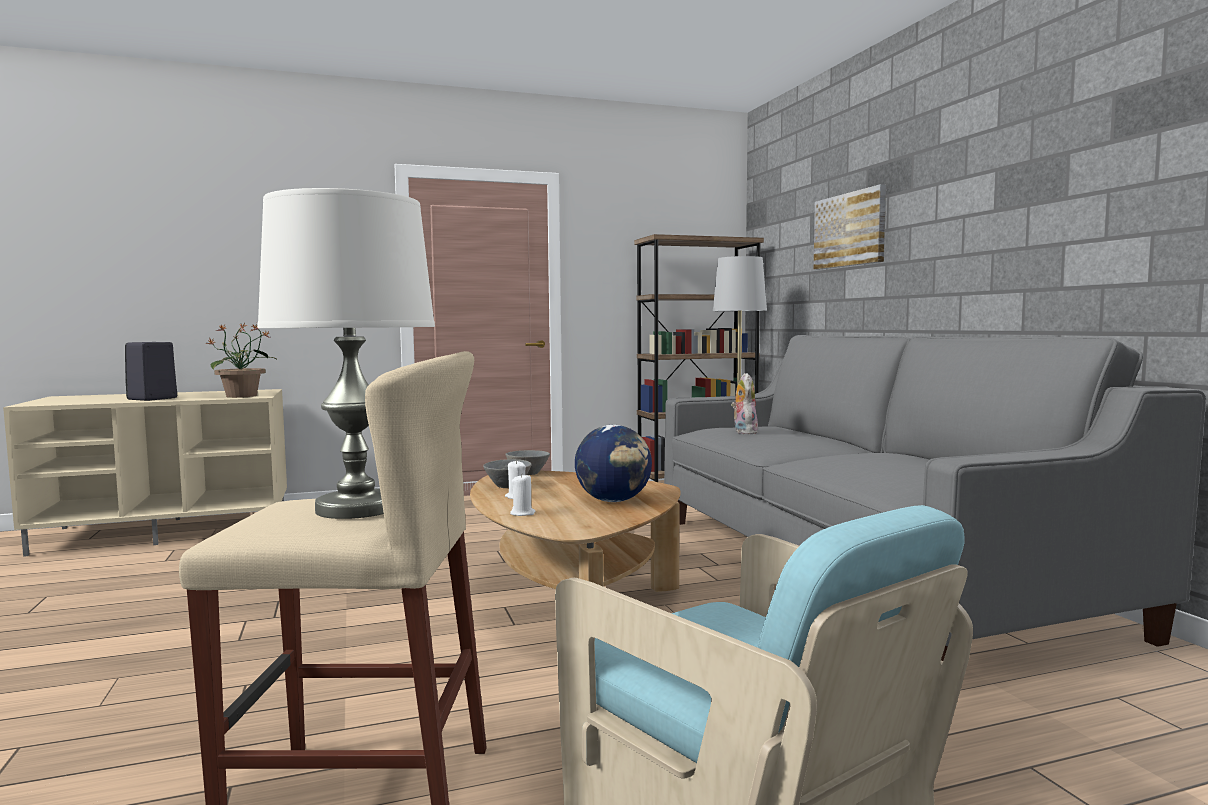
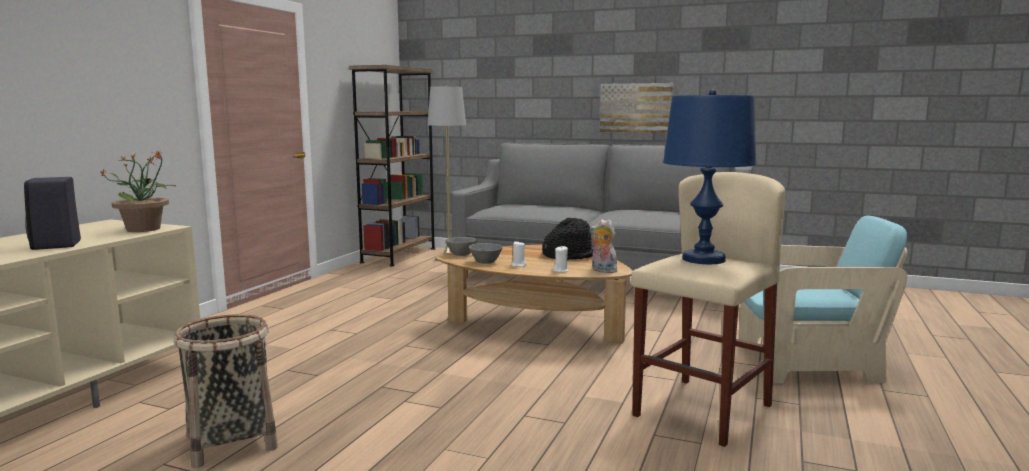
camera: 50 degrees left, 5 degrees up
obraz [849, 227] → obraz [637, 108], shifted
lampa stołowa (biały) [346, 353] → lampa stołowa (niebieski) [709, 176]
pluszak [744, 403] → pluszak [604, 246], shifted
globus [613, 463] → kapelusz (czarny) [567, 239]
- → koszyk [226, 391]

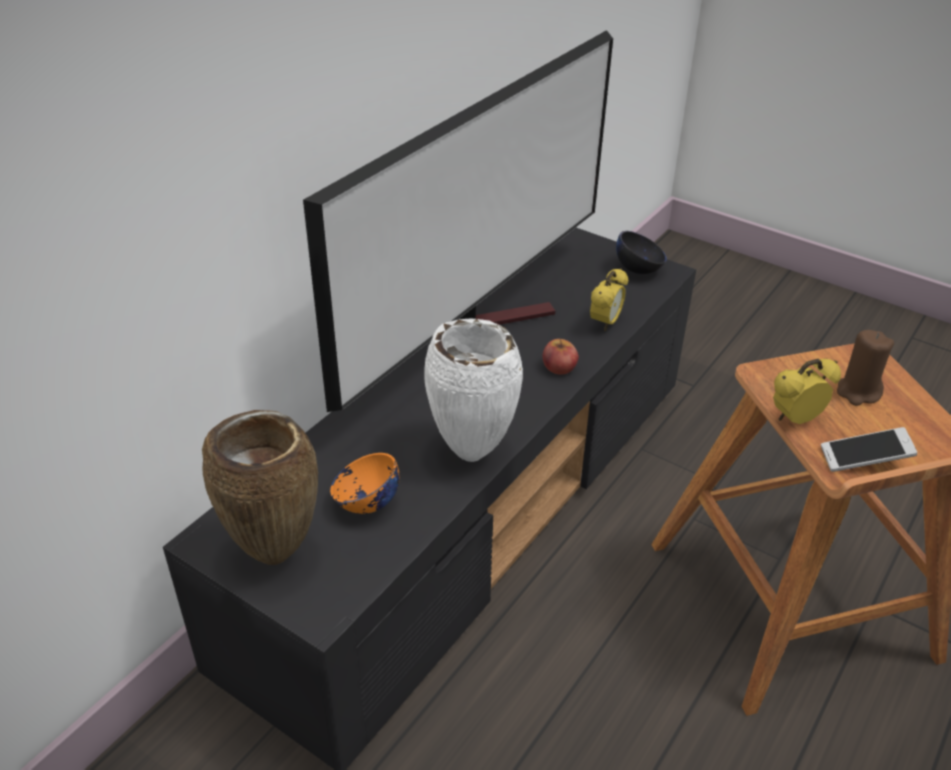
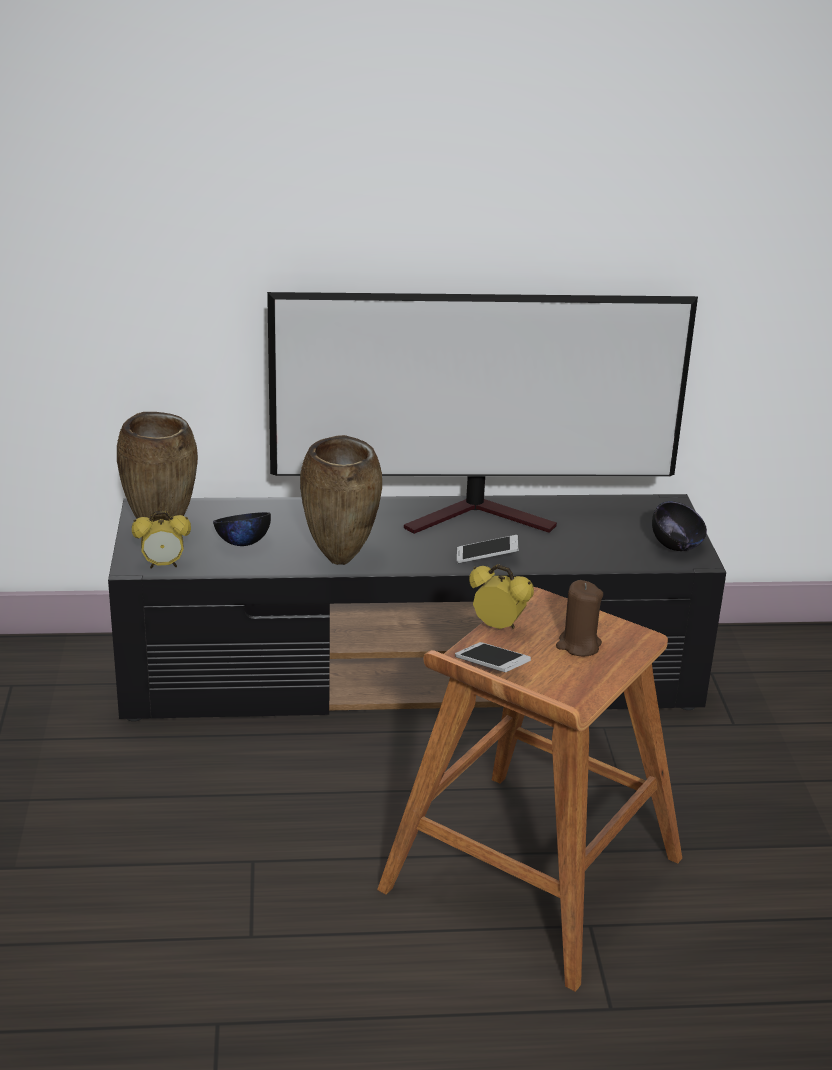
camera: 50 degrees right, 10 degrees down
budzik [609, 299] → budzik [161, 539], shifted
wazon (biały) [473, 390] → wazon (brązowy) [341, 500]
jabłko [560, 356] → telefon [488, 549]
miska (pomarańczowy) [364, 483] → miska (czarny) [242, 529]

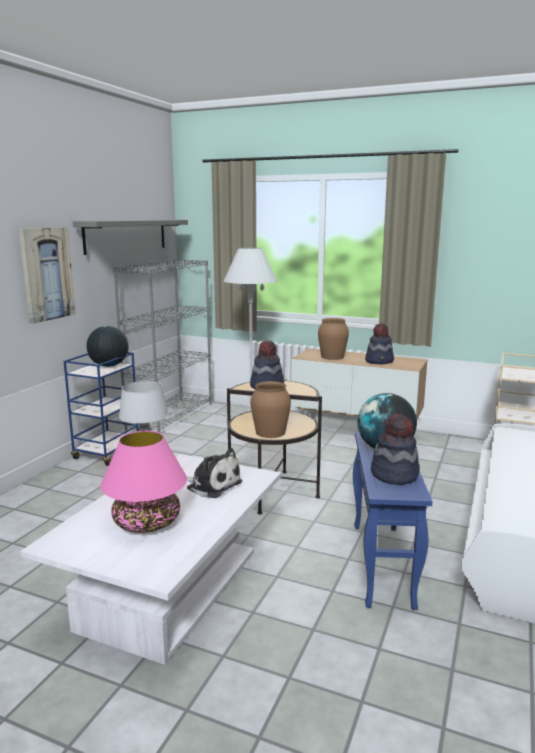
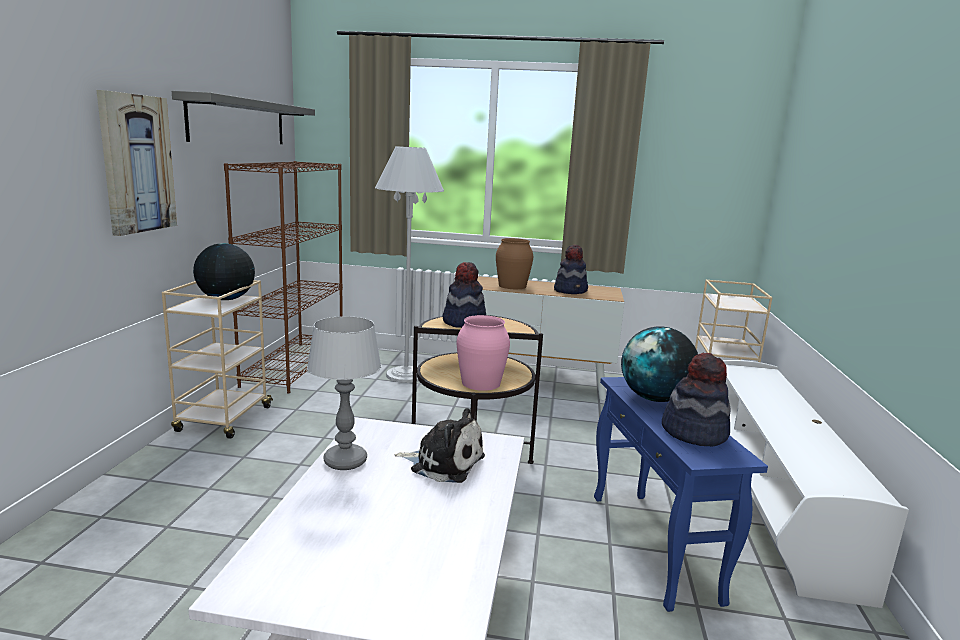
camera: 15 degrees left, 0 degrees up
regał (szary) [162, 346] → regał (brązowy) [283, 277]
wózek (niebieski) [101, 409] → wózek (beżowy) [217, 359]
wazon (brązowy) [271, 409] → wazon (różowy) [483, 353]
lampa stołowa (różowy) [143, 482] → -

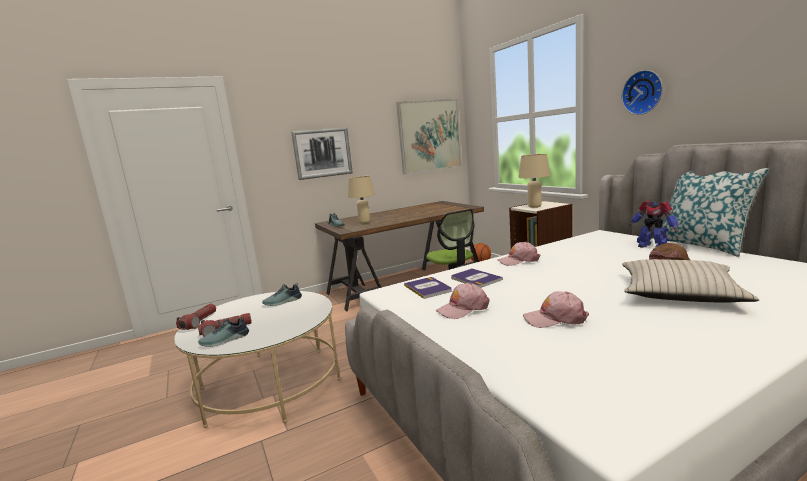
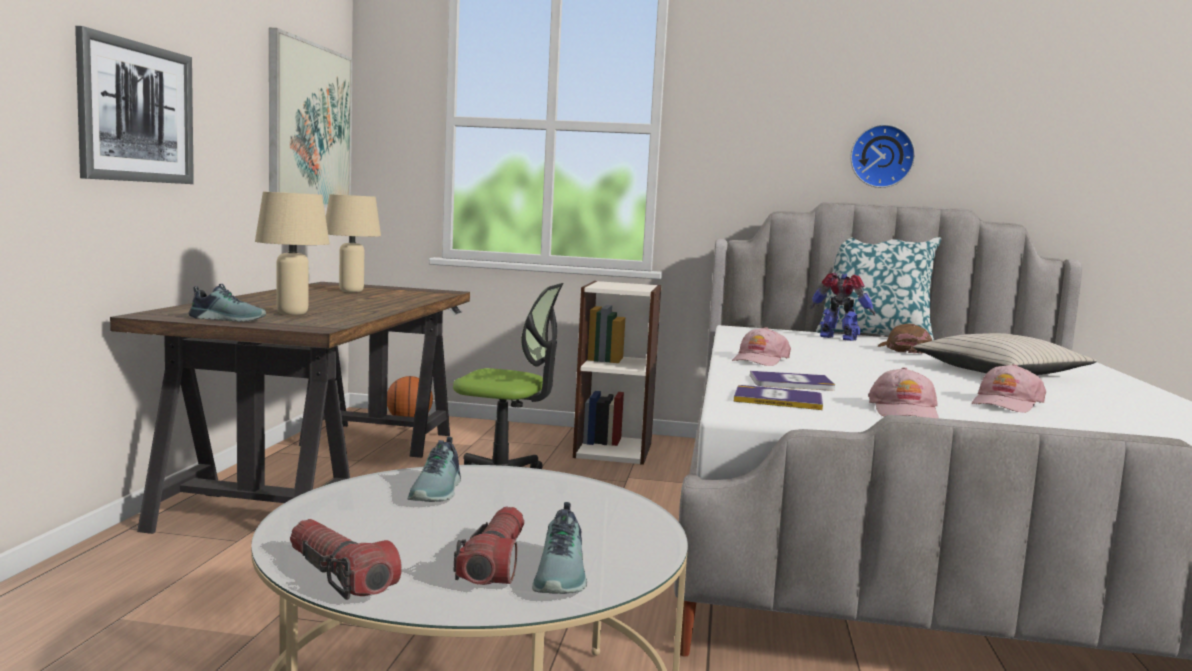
camera: 55 degrees left, 5 degrees down
zegar ścienny [642, 92] → zegar ścienny [882, 156], shifted
lampa stołowa (beżowy) [534, 181] → lampa stołowa (beżowy) [353, 243], shifted
robot zabawkowy [653, 224] → robot zabawkowy [842, 306], 150 degrees counterclockwise

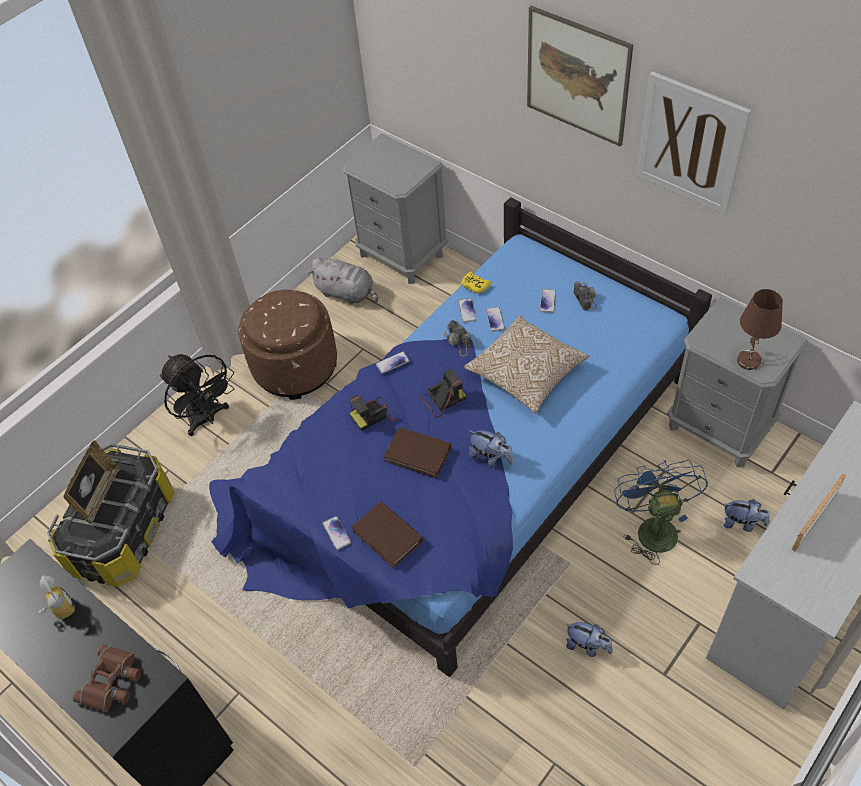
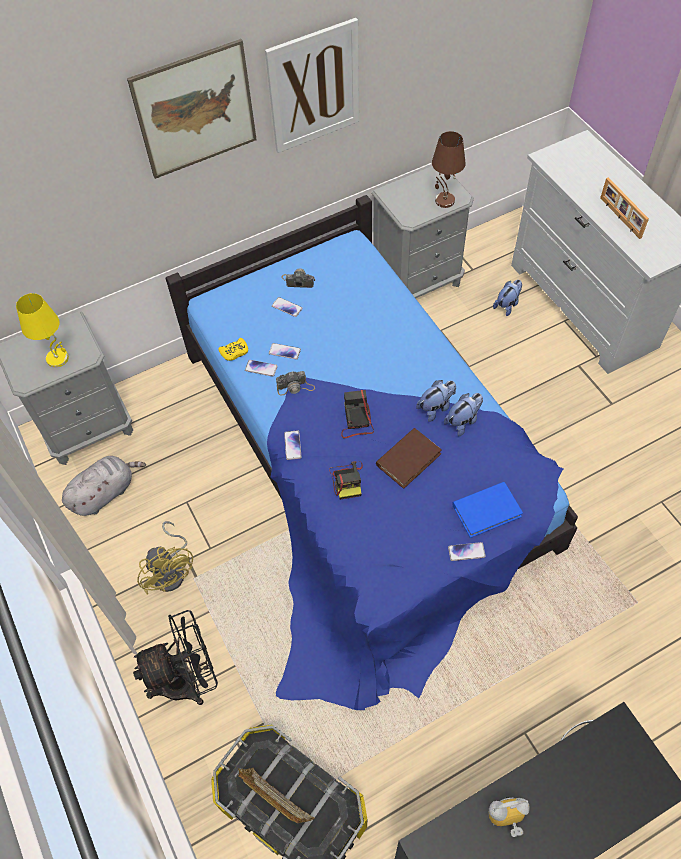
camera: 70 degrees left, 5 degrees up
pufa (brązowy) [287, 344] → wentylator (żółty) [165, 558]
poduszka [526, 364] → -
wentylator (niebieski) [661, 512] → -
książka (brązowy) [387, 534] → książka (niebieski) [487, 510]
pluszak [589, 639] → pluszak [463, 414], shifted
lornetka (brązowy) [107, 678] → -
- → lampa stołowa (żółty) [42, 330]

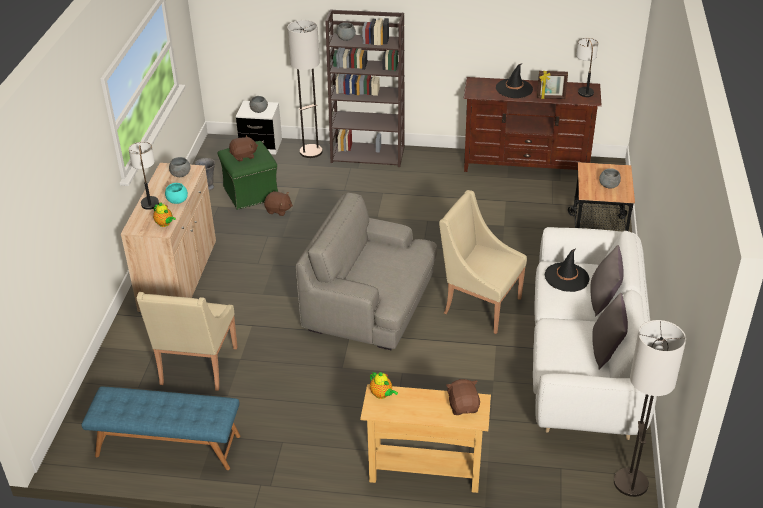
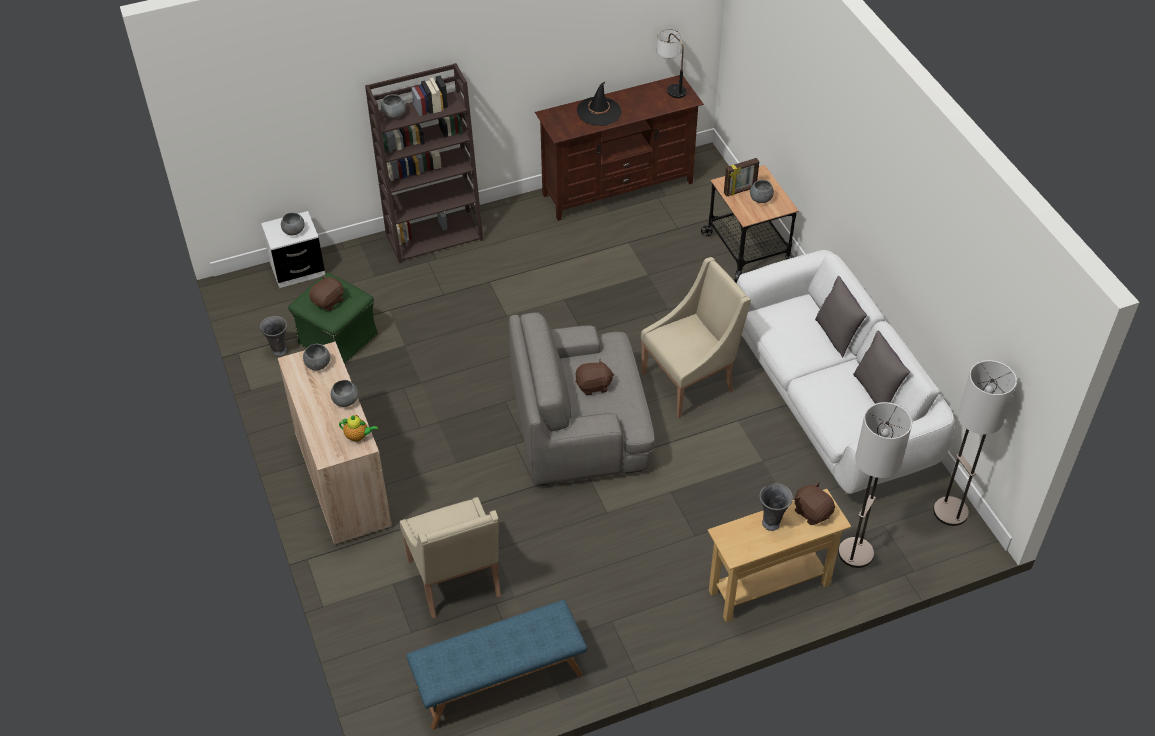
camera: 30 degrees left, 10 degrees up
lampa stojąca [305, 89] → lampa stojąca [875, 485], shifted
ramka na zdjęcie [552, 85] → ramka na zdjęcie [741, 177], shifted
lampa stołowa [144, 176] → -
miska (turkusowy) [176, 193] → miska (szary) [345, 393]
fotel (beżowy) [483, 262] → fotel (beżowy) [696, 337], 150 degrees clockwise
pluszak (brązowy) [278, 203] → pluszak (brązowy) [594, 377], shifted
kapelusz (czarny) [567, 270] → -
imbryk [384, 385] → -
- → wazon (szary) [776, 507]

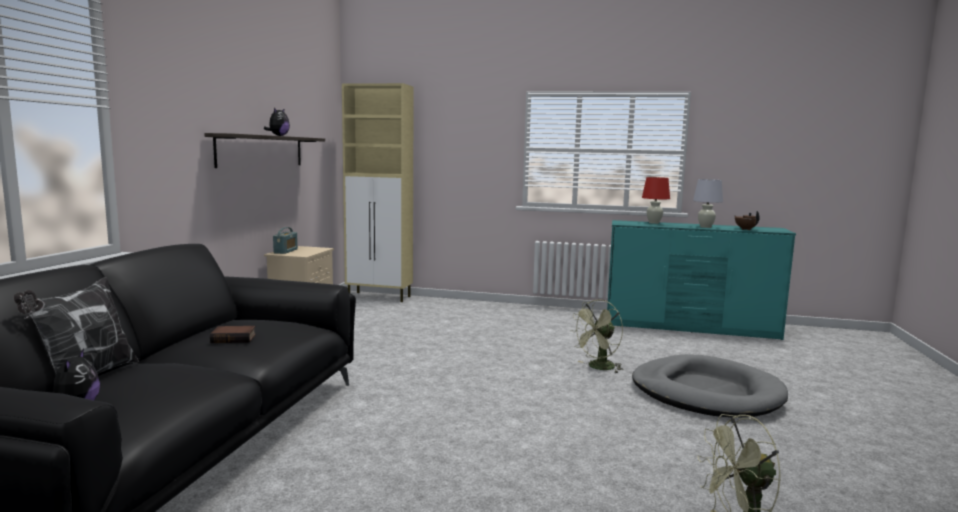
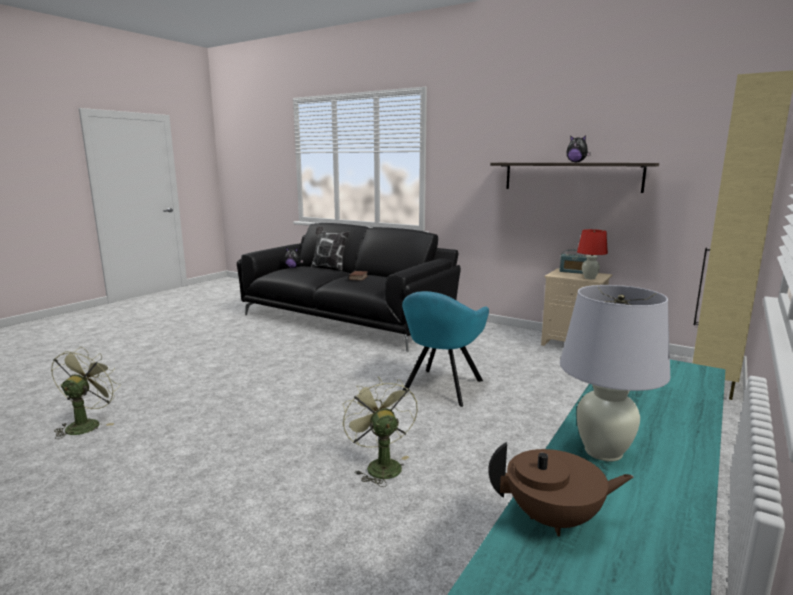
camera: 110 degrees right, 5 degrees up
lampa stołowa (czerwony) [656, 200] → lampa stołowa (czerwony) [592, 254], shifted
legowisko (szary) [710, 386] → -
- → fotel (turkusowy) [445, 349]

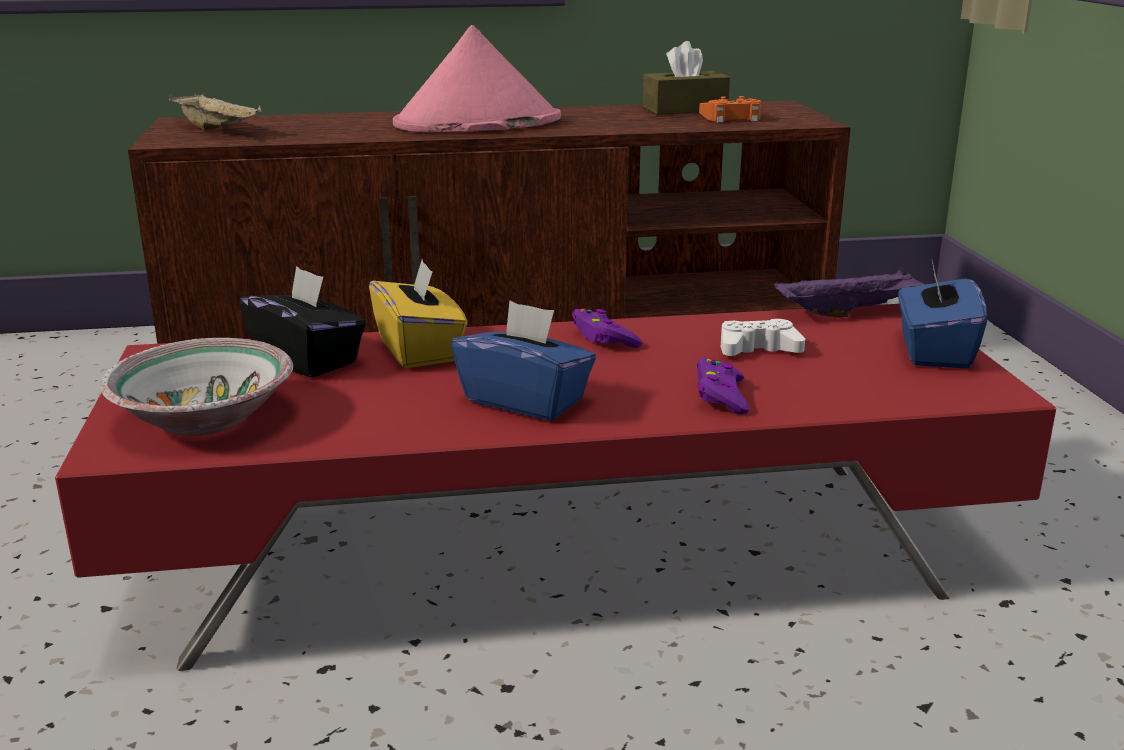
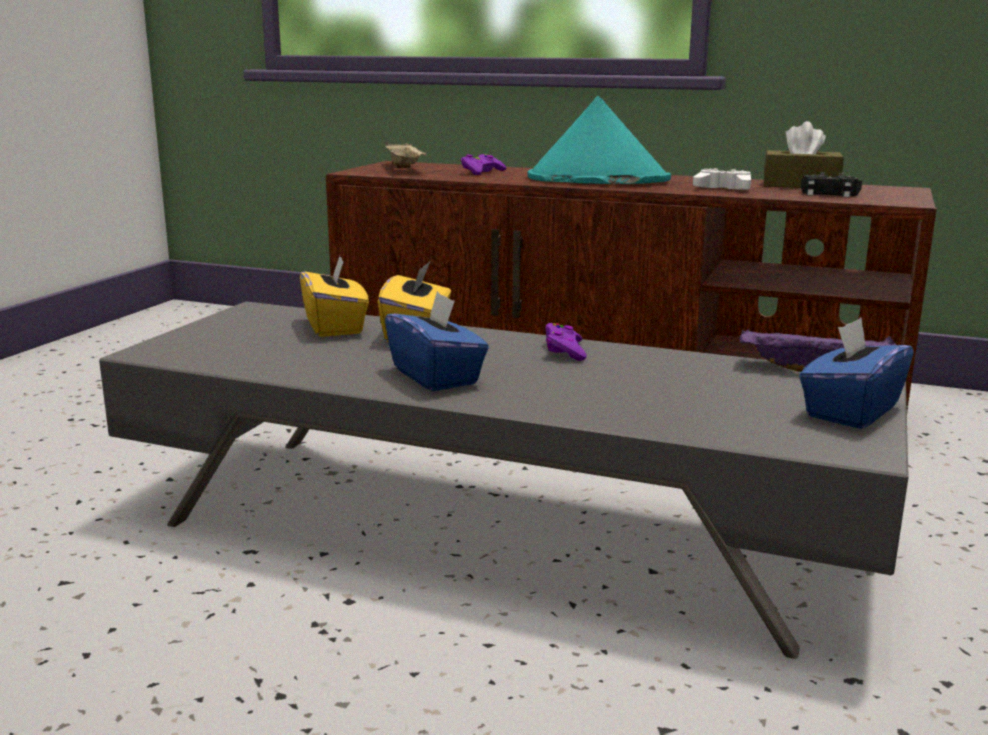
camera: 30 degrees right, 5 degrees down
kapelusz (różowy) [477, 79] → kapelusz (turkusowy) [599, 140]
pad do gier (pomarańczowy) [730, 109] → pad do gier (czarny) [831, 185]
pudełko chusteczek (czarny) [302, 322] → pudełko chusteczek (żółty) [334, 296]
ława (czerwony) [555, 487] → ława (szary) [504, 480]
pad do gier (biały) [763, 337] → pad do gier (biały) [722, 179], shifted
miska [196, 387] → -
pad do gier (fioletowy) [723, 385] → pad do gier (fioletowy) [484, 164], shifted

